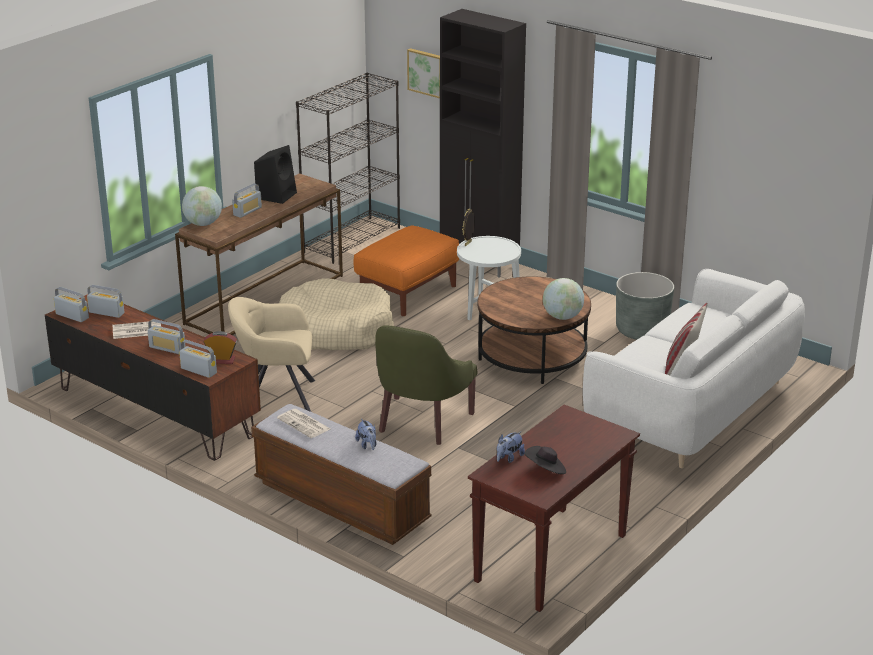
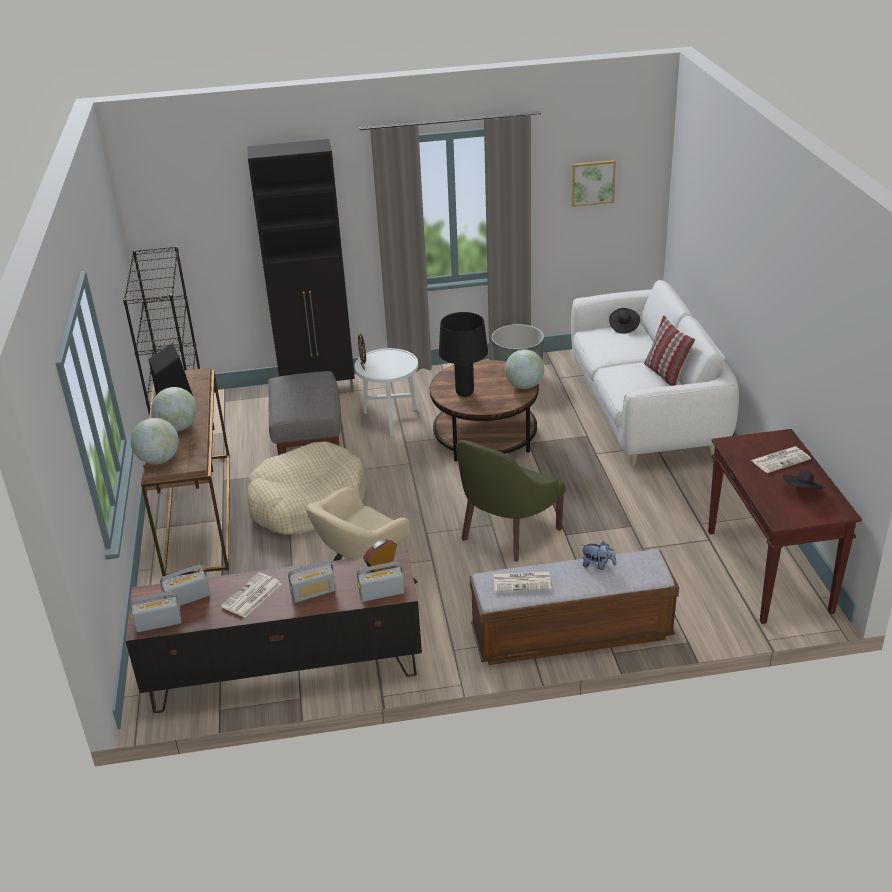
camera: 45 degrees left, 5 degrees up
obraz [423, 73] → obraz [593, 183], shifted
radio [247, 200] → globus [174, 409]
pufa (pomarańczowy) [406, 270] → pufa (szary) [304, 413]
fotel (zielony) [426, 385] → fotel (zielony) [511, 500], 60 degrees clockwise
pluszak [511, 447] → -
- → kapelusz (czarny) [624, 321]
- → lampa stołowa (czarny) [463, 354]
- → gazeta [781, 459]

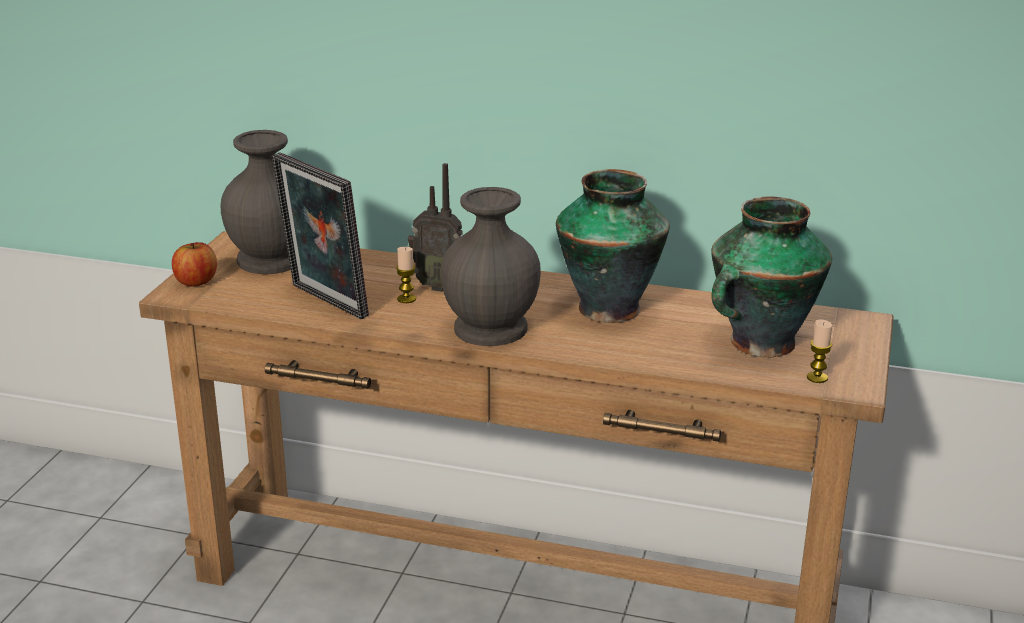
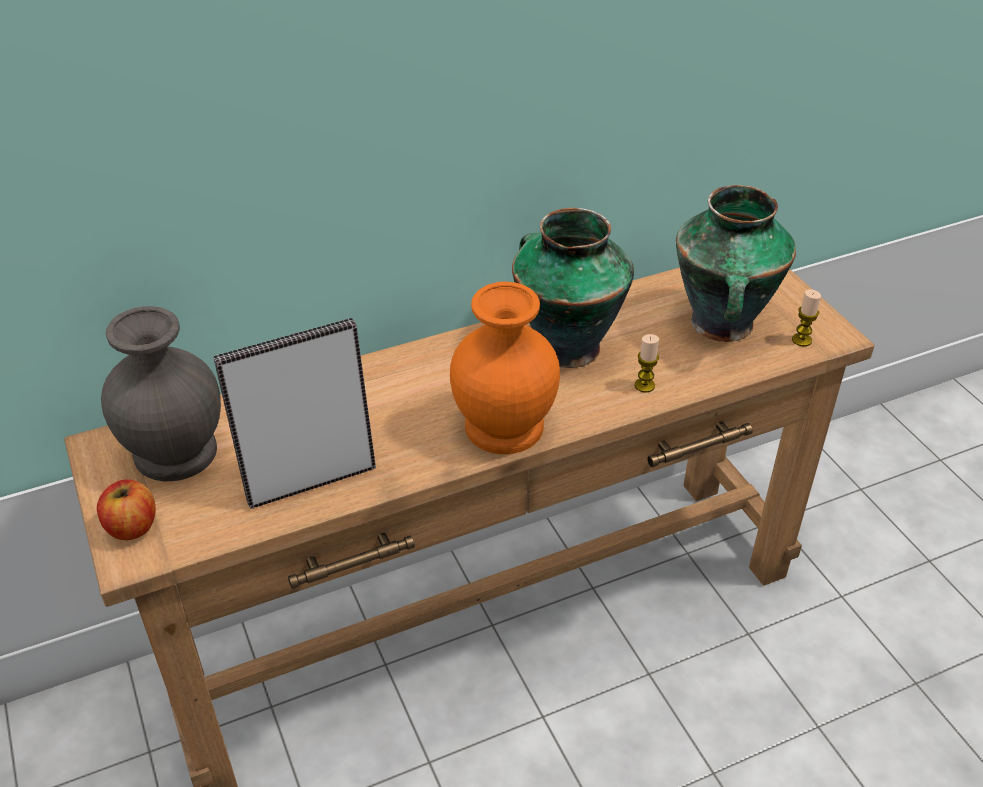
camera: 40 degrees left, 15 degrees up
ramka na zdjęcie [320, 235] → ramka na zdjęcie [294, 413], 150 degrees clockwise
radio [435, 227] → -
wazon (szary) [491, 266] → wazon (pomarańczowy) [505, 368]
świeca [406, 275] → świeca [647, 363], shifted

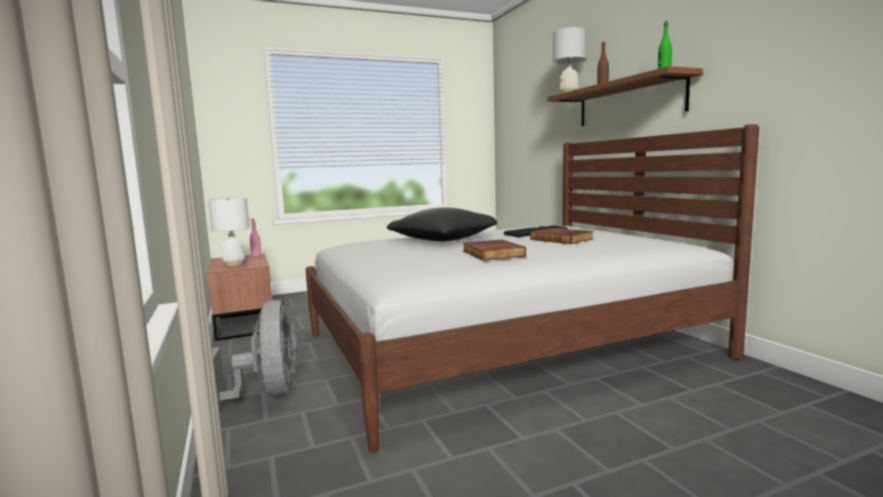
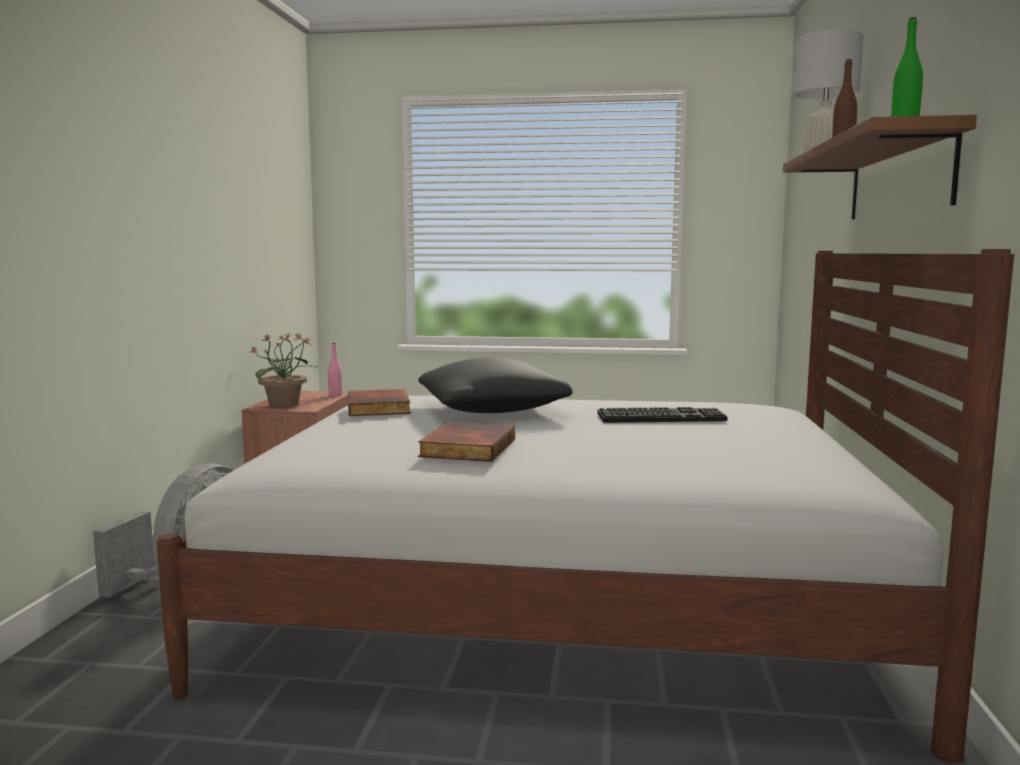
camera: 30 degrees right, 0 degrees up
lampa stołowa (biały) [229, 231] → roślina doniczkowa [284, 370]
książka [561, 236] → książka [379, 402], shifted

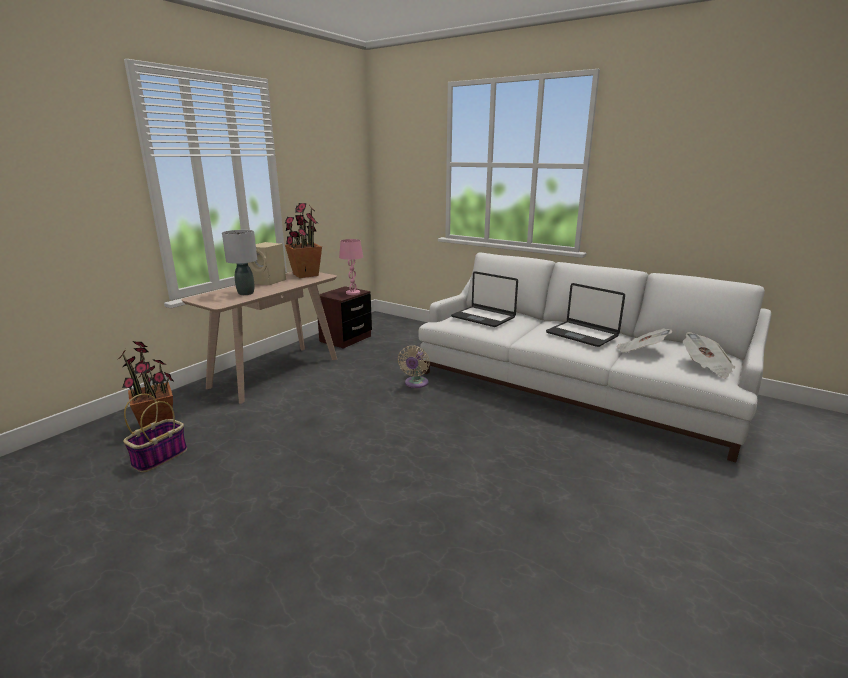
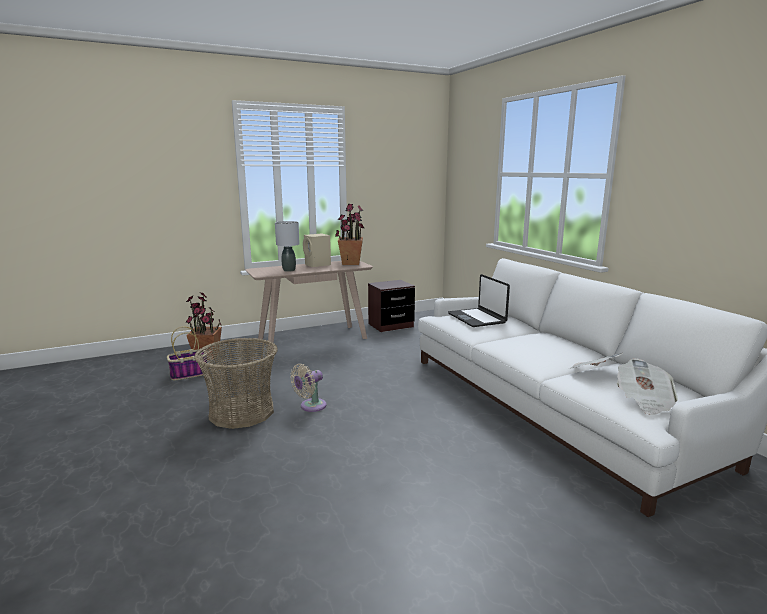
camera: 30 degrees right, 5 degrees down
lampa stołowa (różowy) [351, 267] → -
laptop [585, 315] → -
wentylator (beżowy) [414, 367] → wentylator (beżowy) [308, 388], shifted
- → koszyk [236, 383]

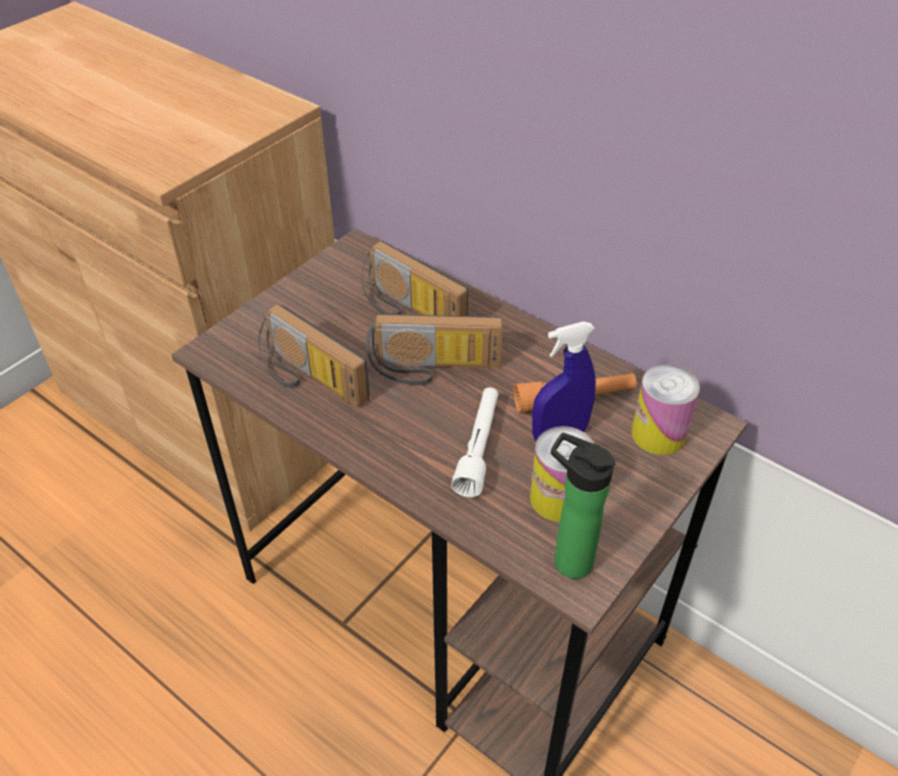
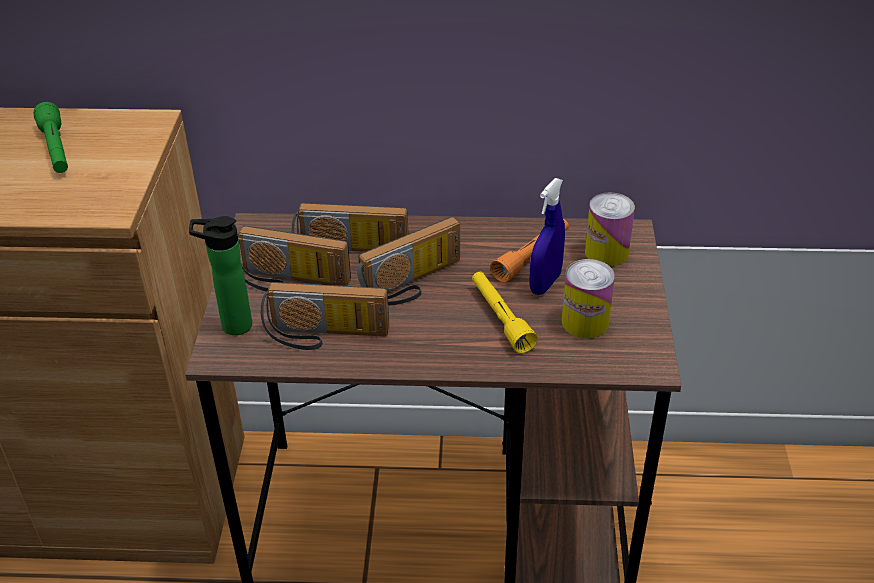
camera: 35 degrees left, 5 degrees down
latarka (biały) [474, 442] → latarka (żółty) [505, 312]
butelka [583, 506] → butelka [220, 275], shifted
- → latarka (zielony) [50, 137]
- → radio [294, 259]

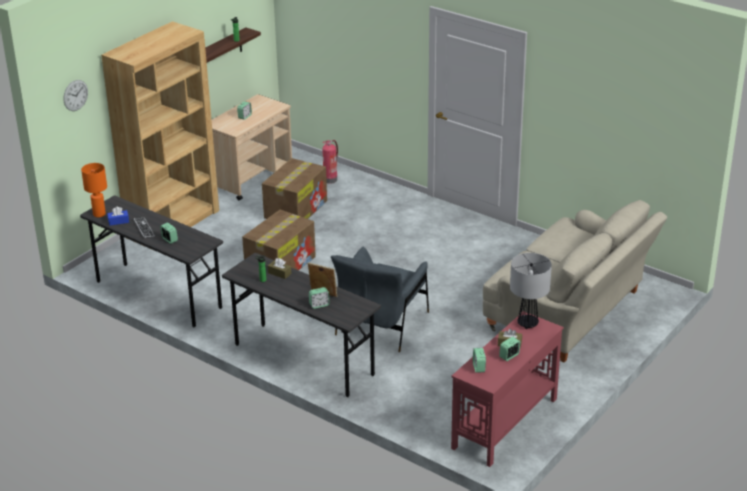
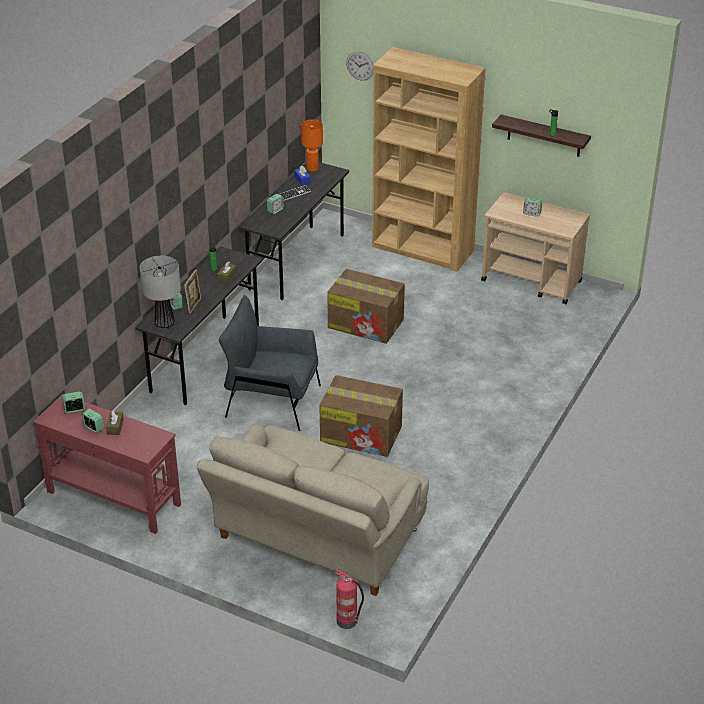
camera: 80 degrees right, 5 degrees up
gaśnica [330, 162] → gaśnica [349, 599], shifted
karton [294, 188] → karton [361, 416], shifted
lampa stołowa [531, 291] → lampa stołowa [160, 292], shifted

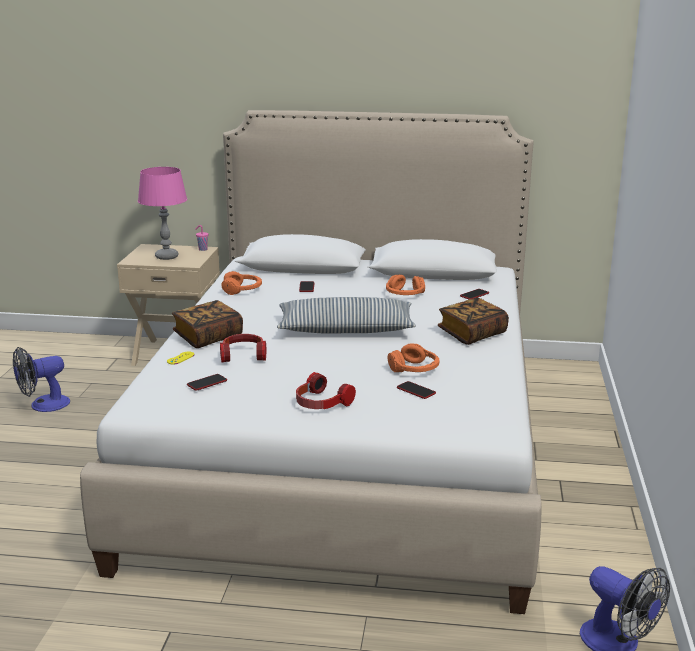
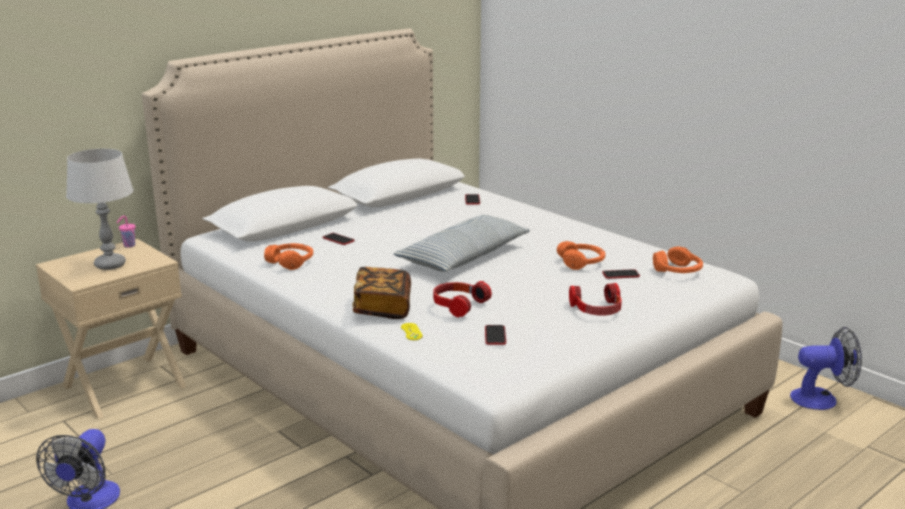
camera: 50 degrees left, 0 degrees up
lampa stołowa (różowy) [162, 213] → lampa stołowa (szary) [100, 209]
słuchawki (pomarańczowy) [405, 285] → słuchawki (pomarańczowy) [678, 260], shifted
książka [473, 321] → -

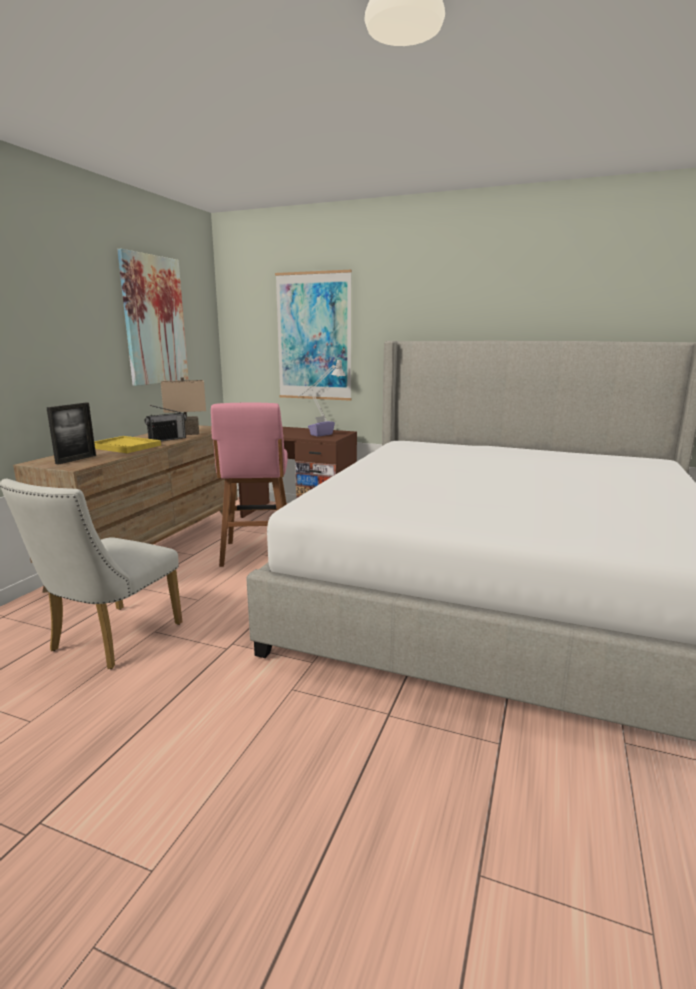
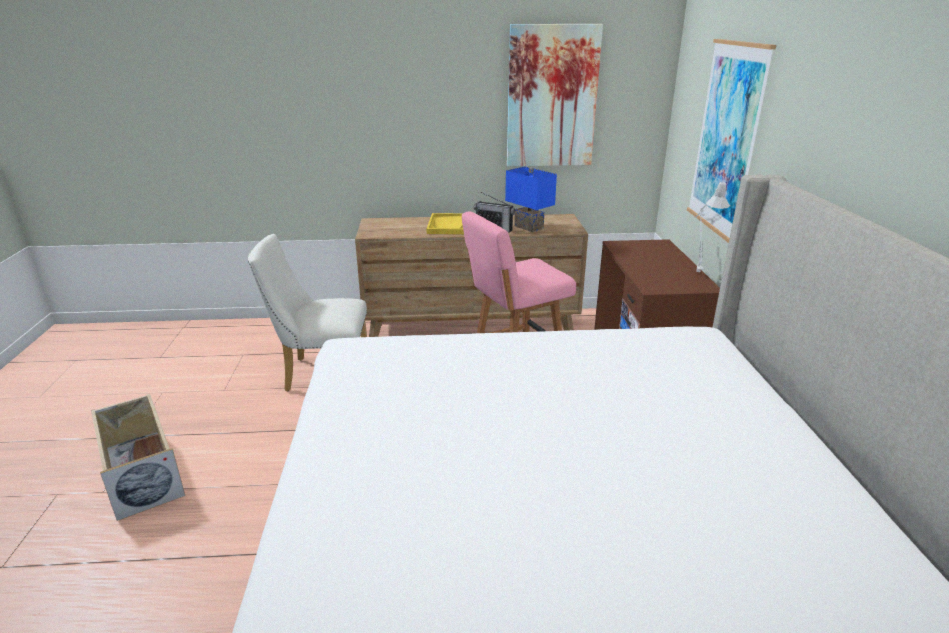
camera: 65 degrees right, 10 degrees up
lampa stołowa (beżowy) [183, 406] → lampa stołowa (niebieski) [531, 199]
ramka na zdjęcie [71, 434] → -
pudełko chusteczek (fioletowy) [321, 426] → -
- → pojemnik do przechowywania (beżowy) [138, 457]

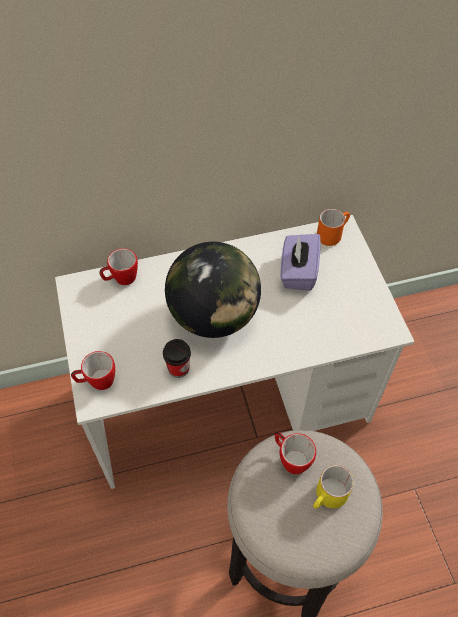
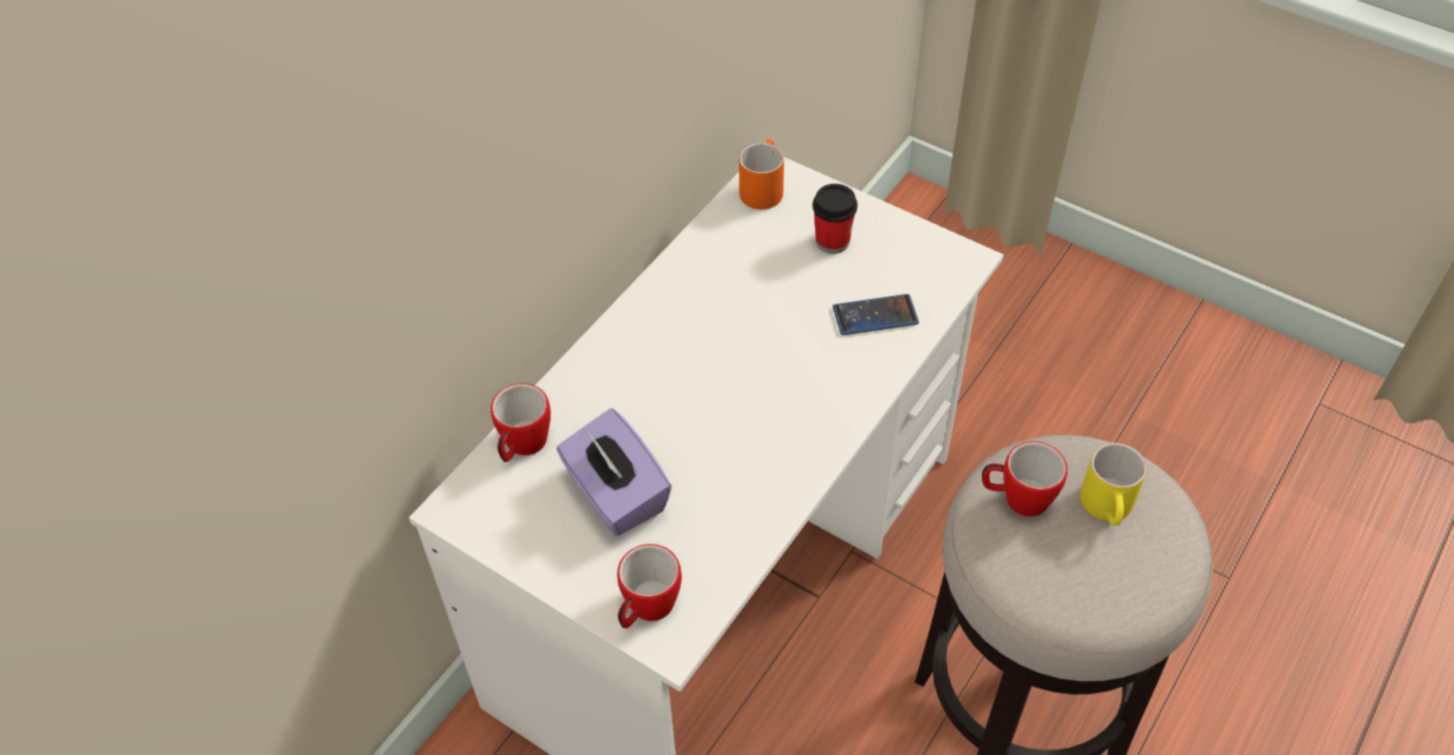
camera: 40 degrees left, 5 degrees down
pudełko chusteczek (fioletowy) [300, 262] → pudełko chusteczek (fioletowy) [614, 472], shifted
globus [213, 290] → -
filiżanka [177, 358] → filiżanka [835, 219], shifted
- → telefon [876, 314]

